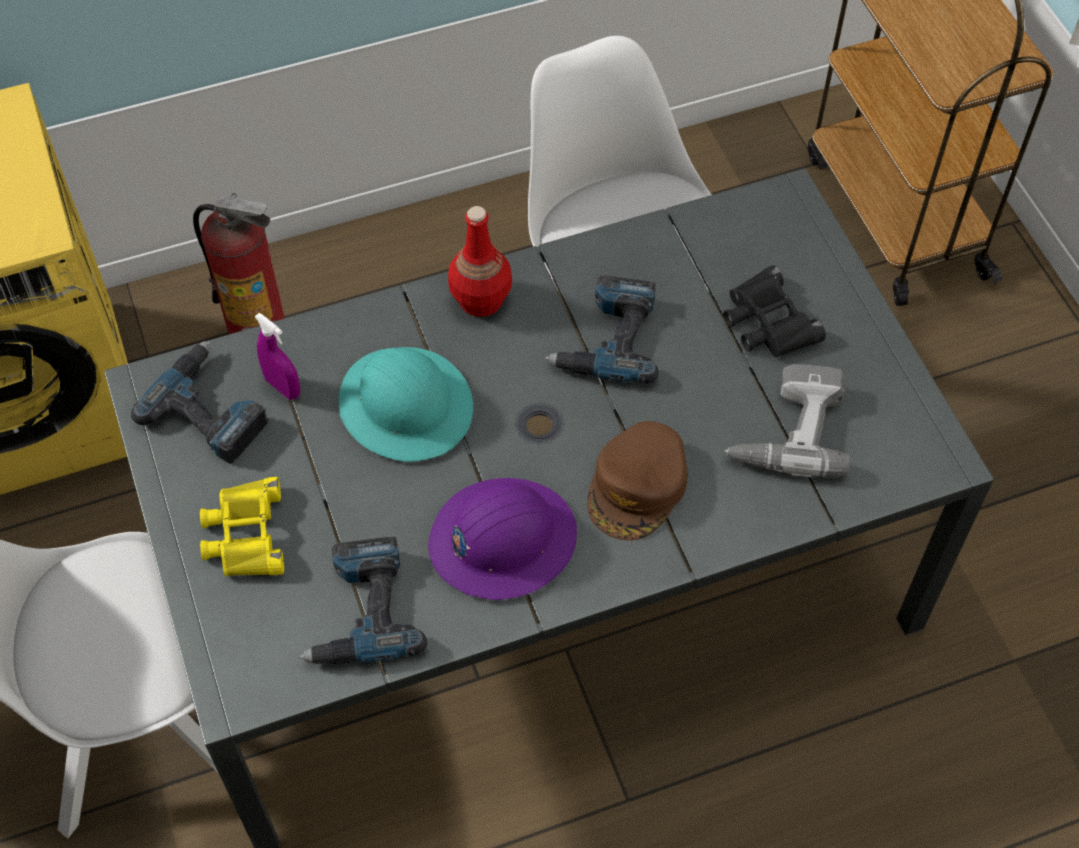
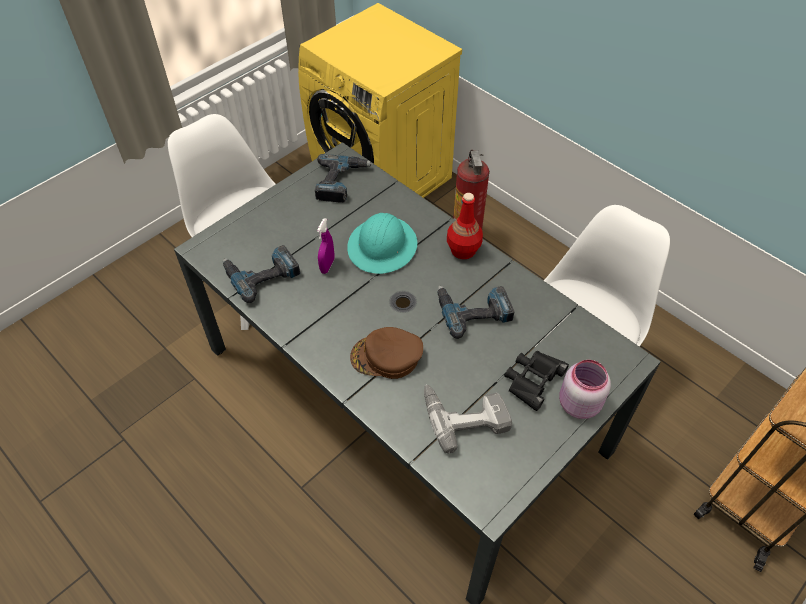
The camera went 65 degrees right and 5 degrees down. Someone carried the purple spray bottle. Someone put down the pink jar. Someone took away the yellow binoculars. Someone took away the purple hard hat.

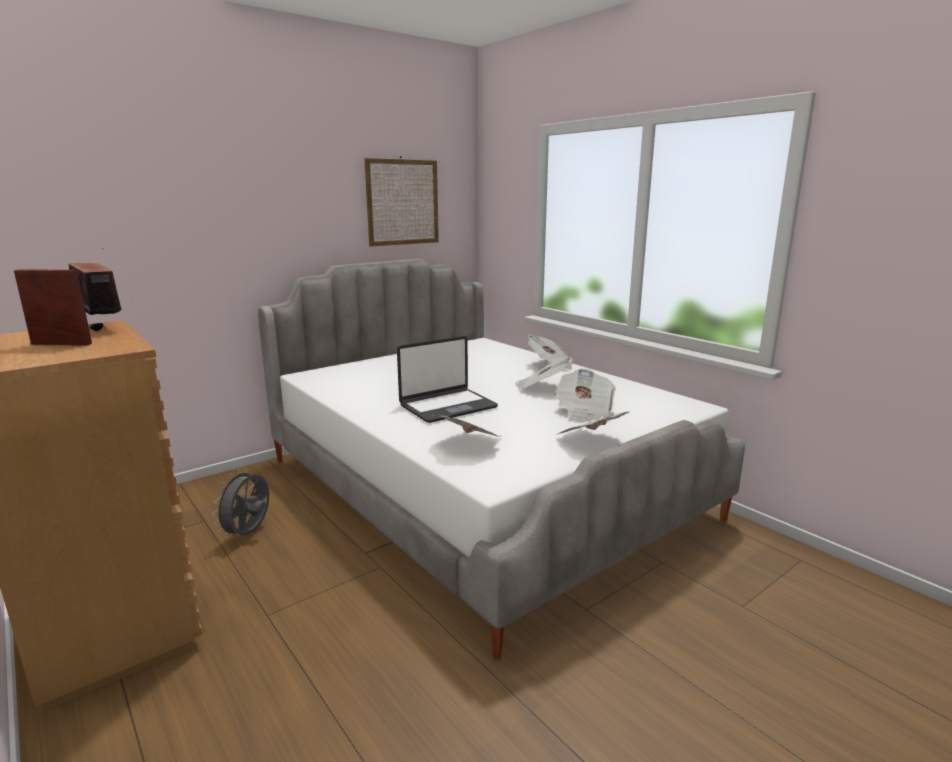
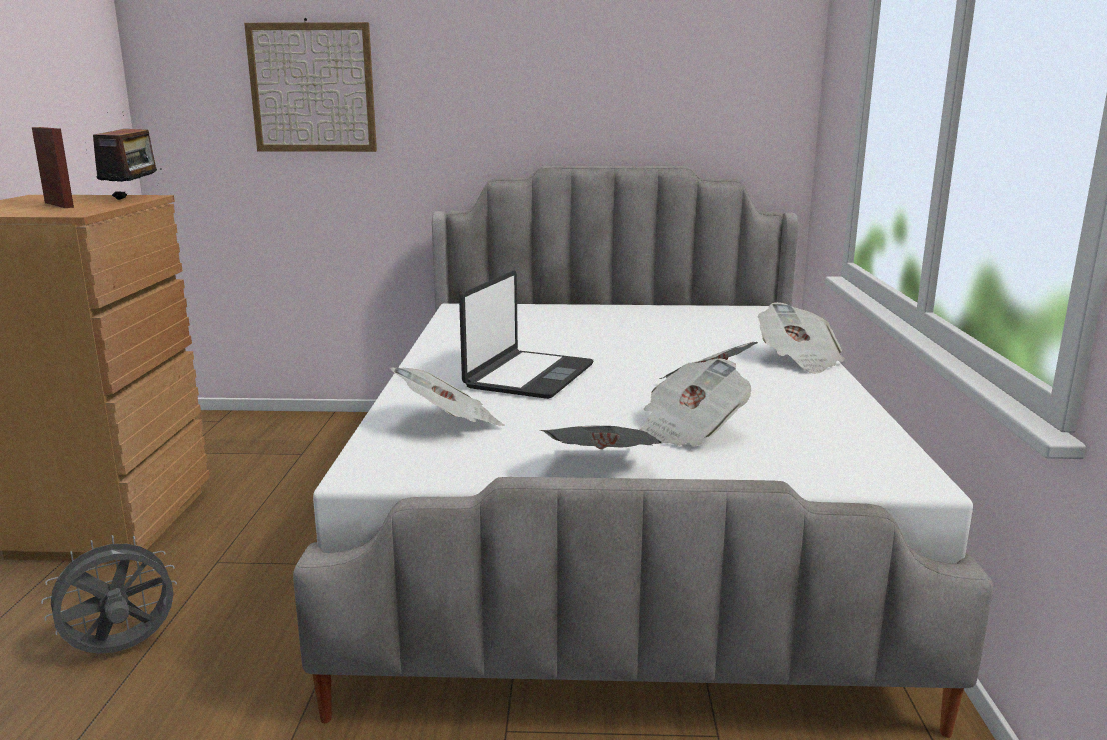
The camera went 40 degrees right and 0 degrees up. Someone carried the grey fan. Someone carried the picture. Someone rotated the laptop by 75 degrees counterclockwise.

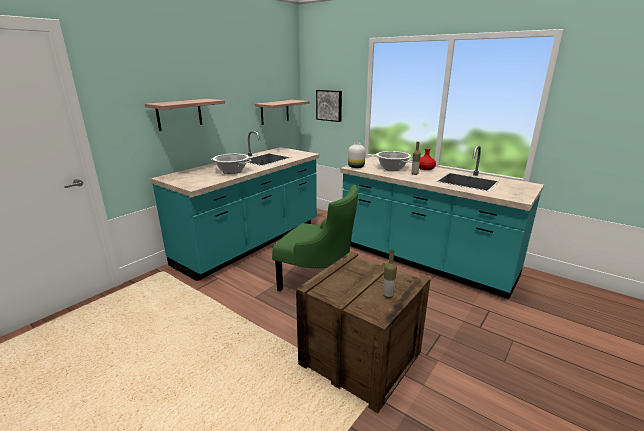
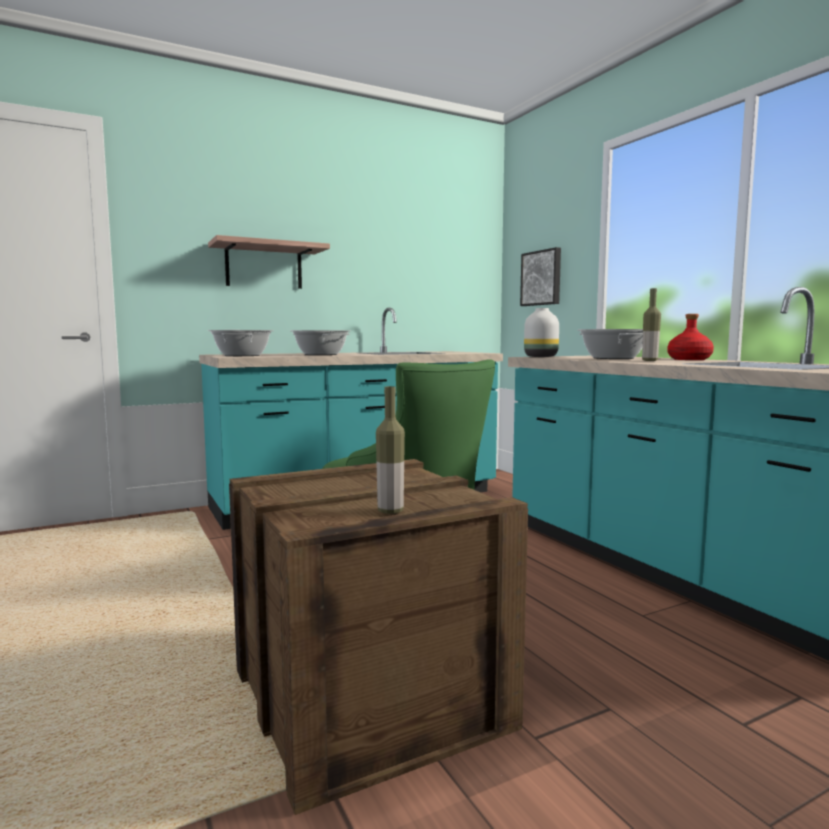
The camera went 25 degrees right and 15 degrees down. Someone put down the cooking pot (1st from left). Someone took away the shelf (2nd from left).

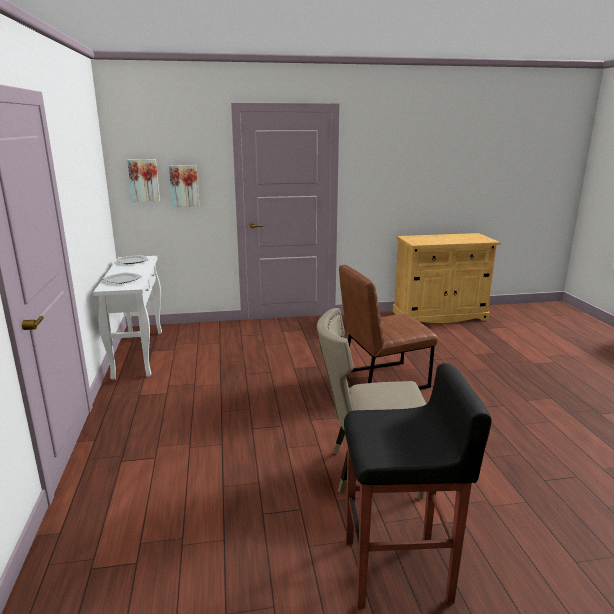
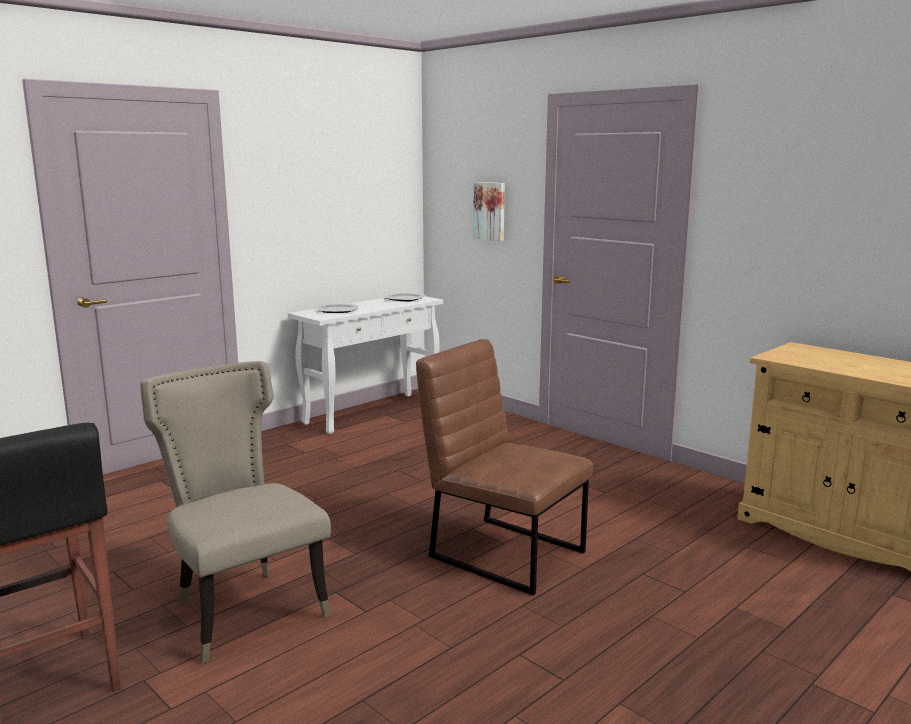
The camera went 55 degrees right and 5 degrees down. Someone took away the picture (1st from left).

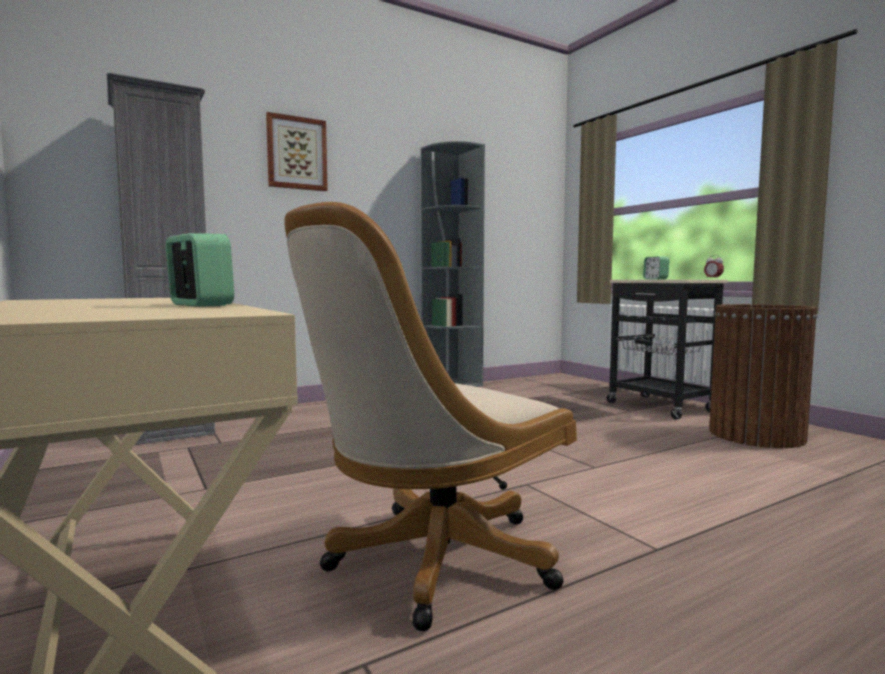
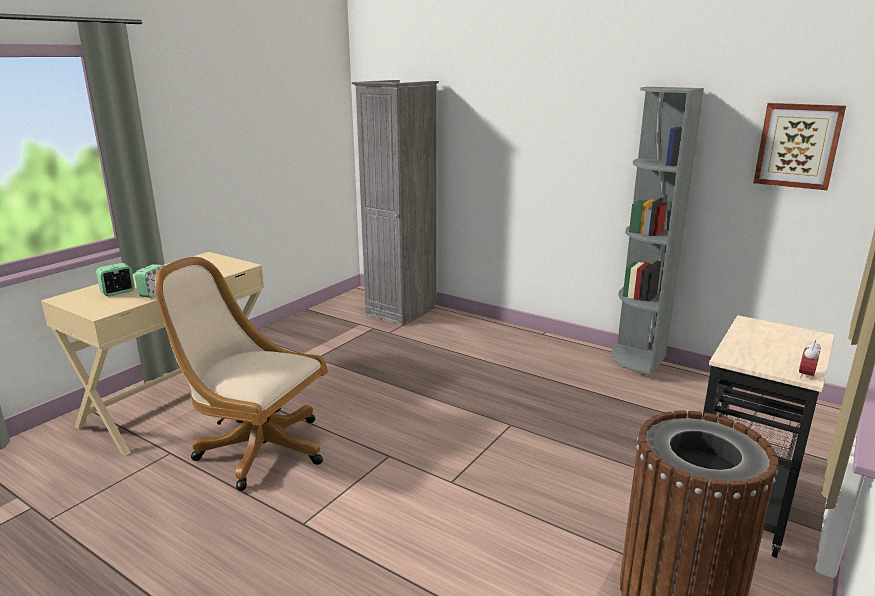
The camera went 65 degrees right and 15 degrees up. Someone carried the alarm clock (2nd from left in the first image). Someone carried the picture.

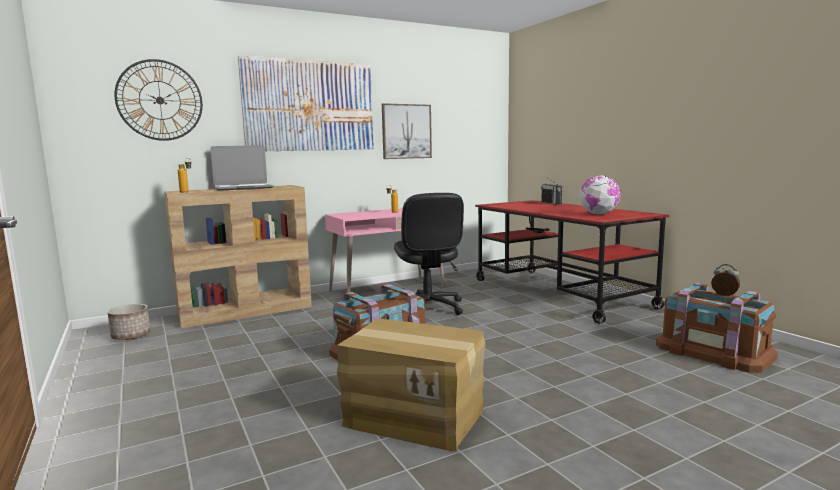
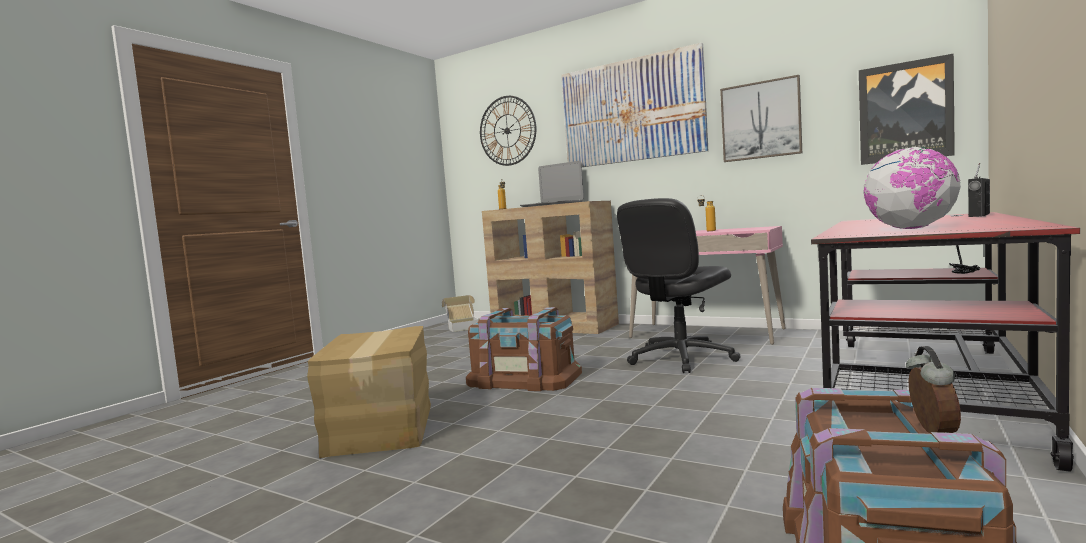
The camera went 60 degrees right and 5 degrees down. Someone swapped the planter for the cardboard box (2nd from left). Someone put up the picture (3rd from left).

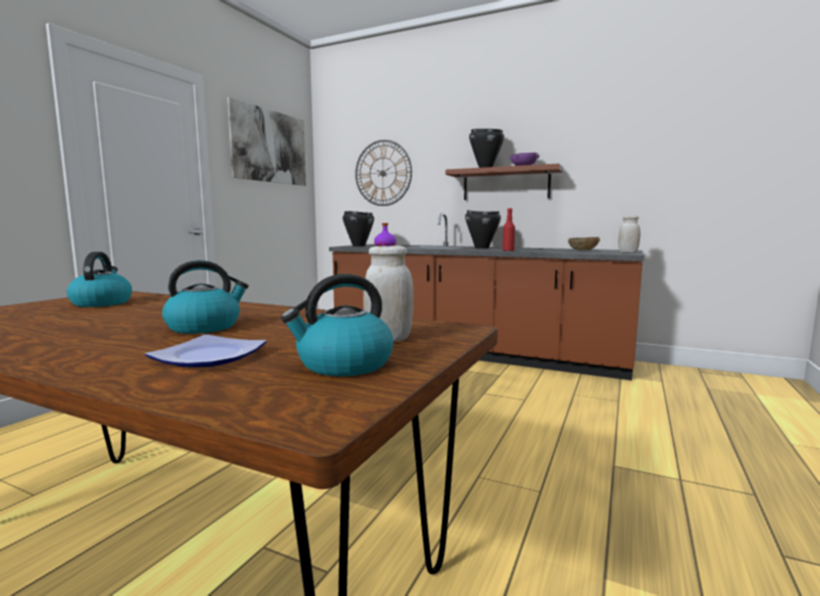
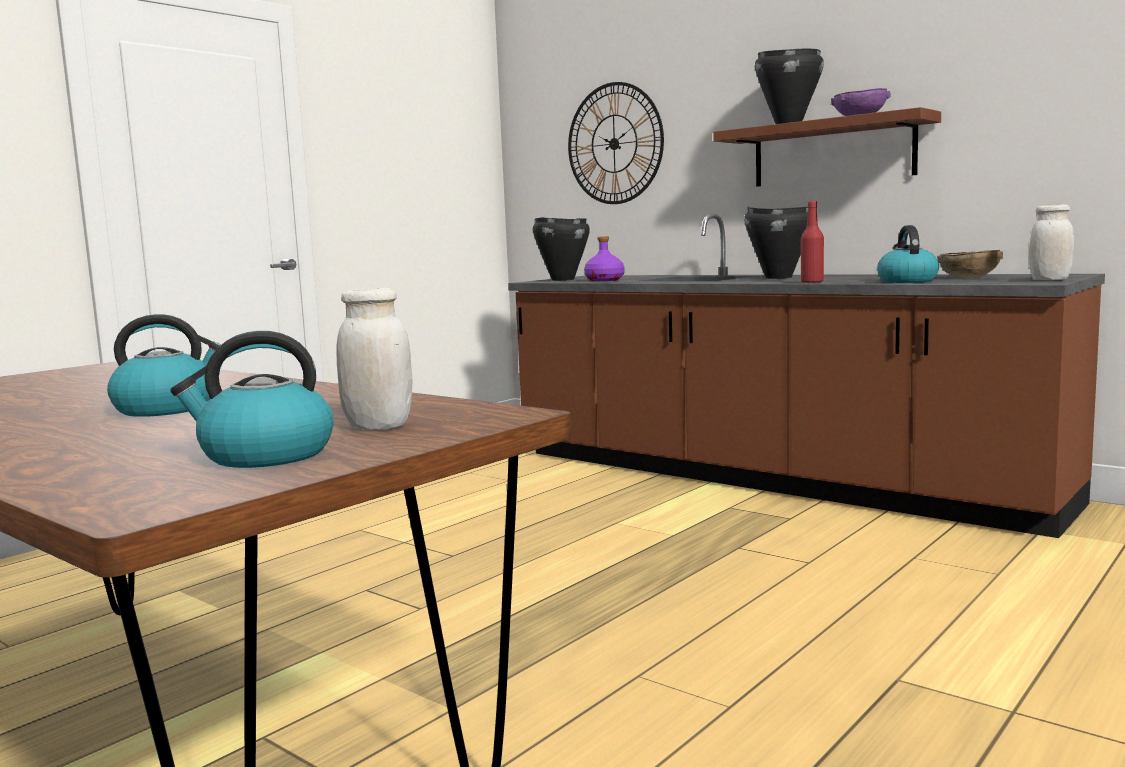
The camera went 15 degrees right and 0 degrees up. Someone carried the kettle (1st from left in the first image). Someone took away the plate. Someone took away the picture.

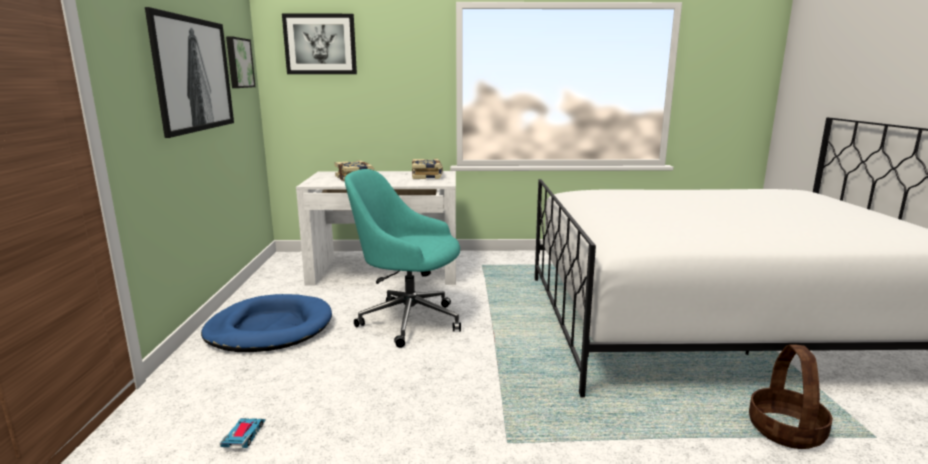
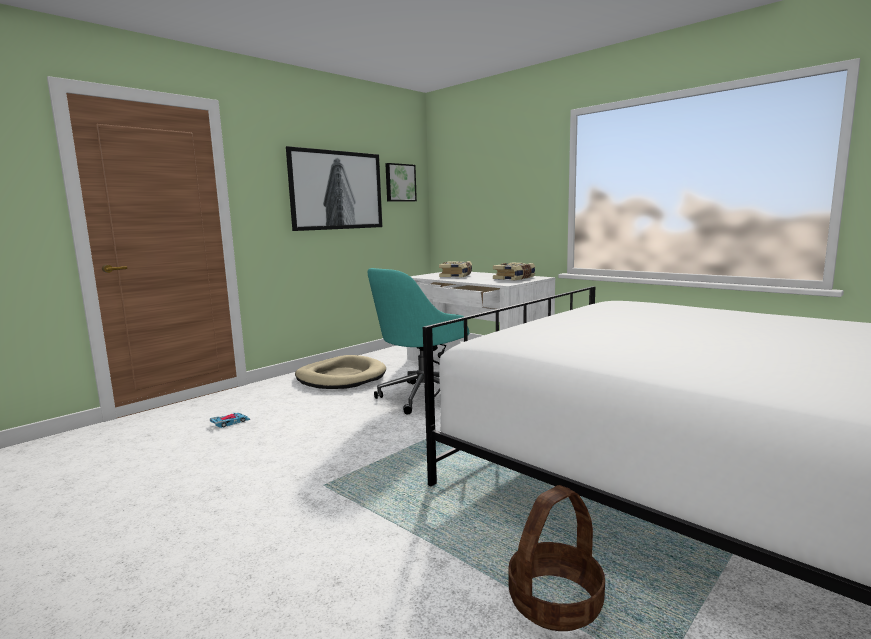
The camera went 45 degrees right and 5 degrees down. Someone repainted the blue dog bed, which became the beige dog bed. Someone rotated the turquoise office chair by 105 degrees counterclockwise. Someone took away the picture (3rd from left).

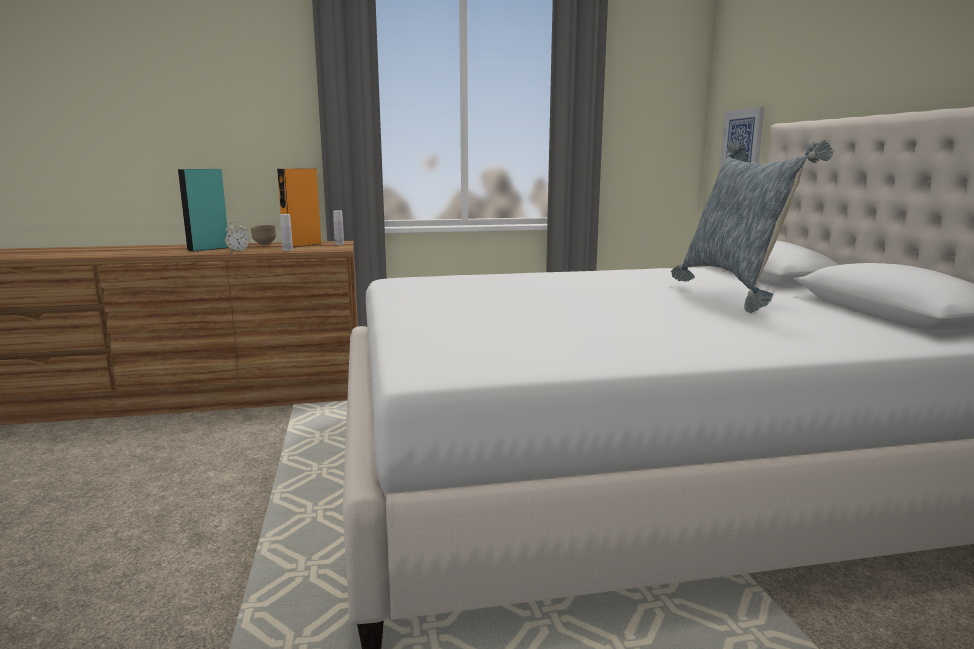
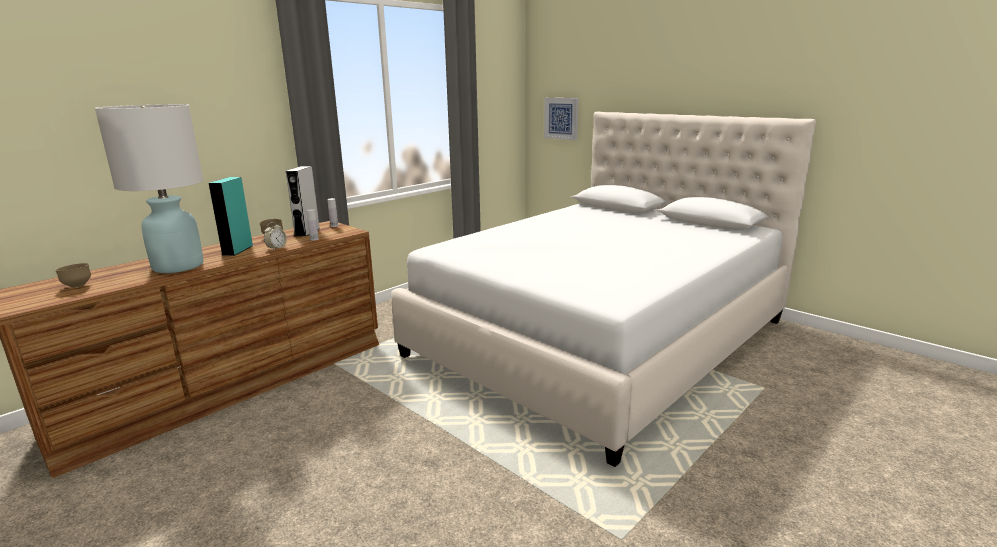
The camera went 35 degrees left and 5 degrees up. Someone put down the brown bowl (1st from left). Someone put down the white table lamp. Someone repainted the orange speaker, which became the grey speaker. Someone took away the pillow.

